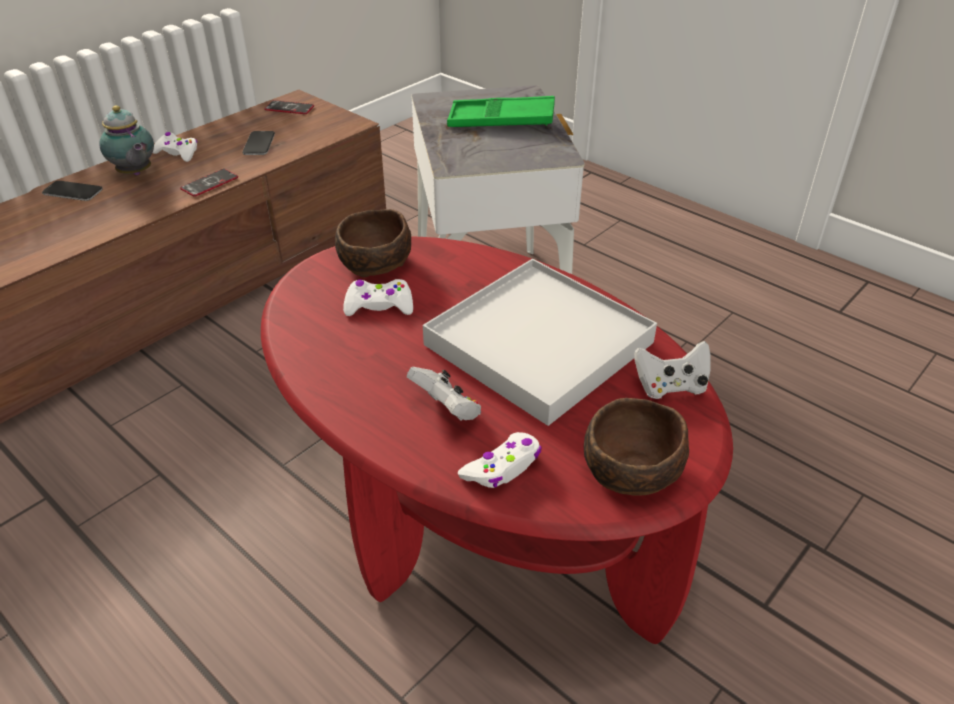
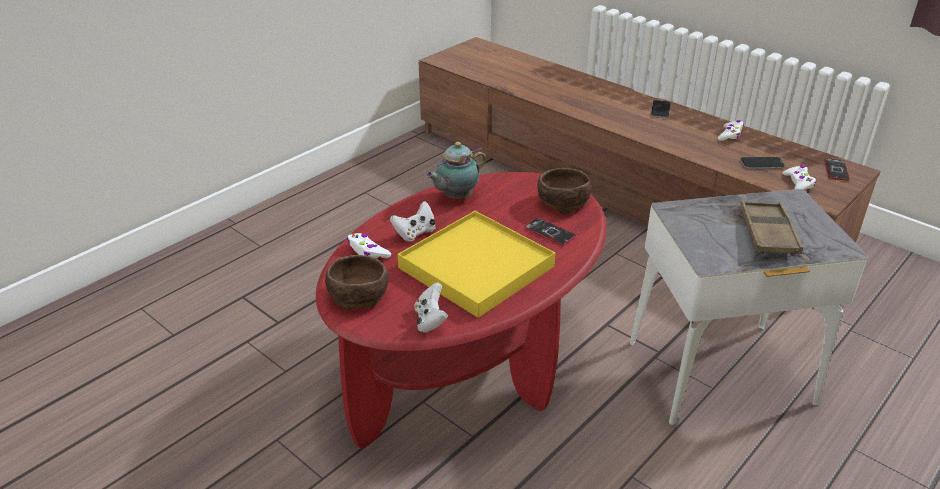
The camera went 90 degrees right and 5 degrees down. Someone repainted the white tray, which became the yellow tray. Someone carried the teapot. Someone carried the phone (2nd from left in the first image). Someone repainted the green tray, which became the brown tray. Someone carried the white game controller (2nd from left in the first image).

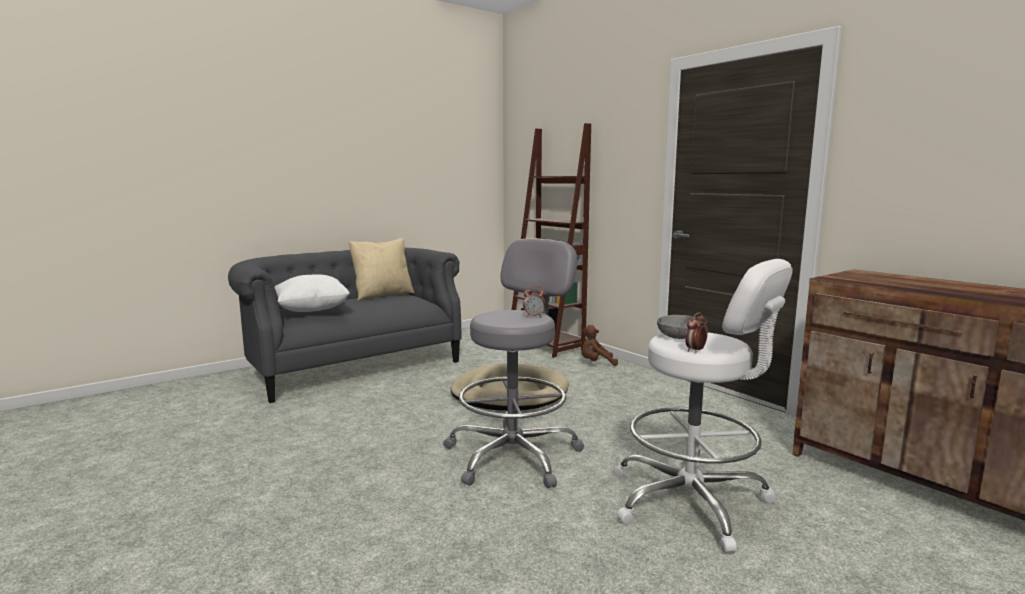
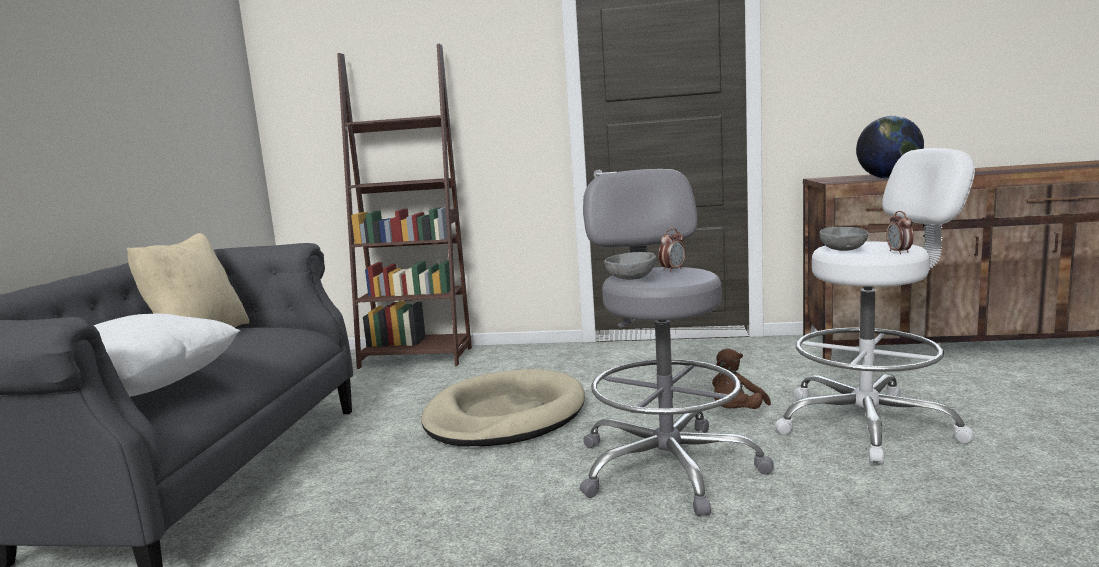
The camera went 45 degrees left and 0 degrees up. Someone put down the grey bowl (1st from left). Someone carried the brown plush toy. Someone put down the globe.

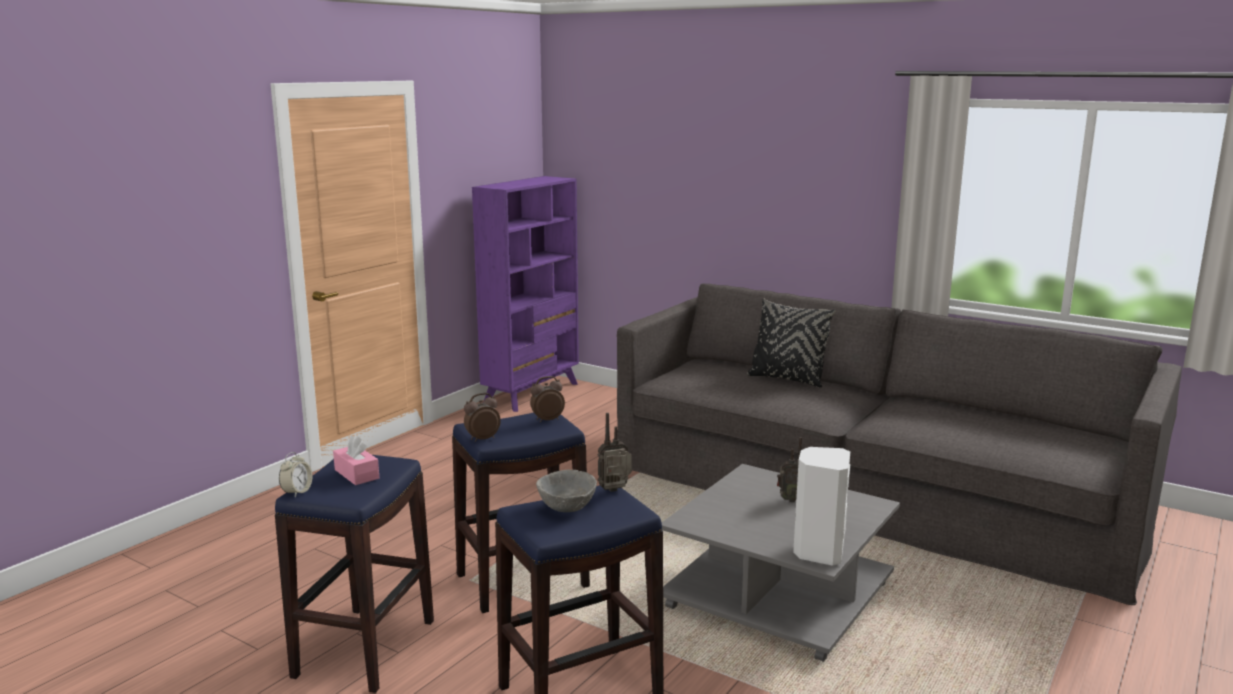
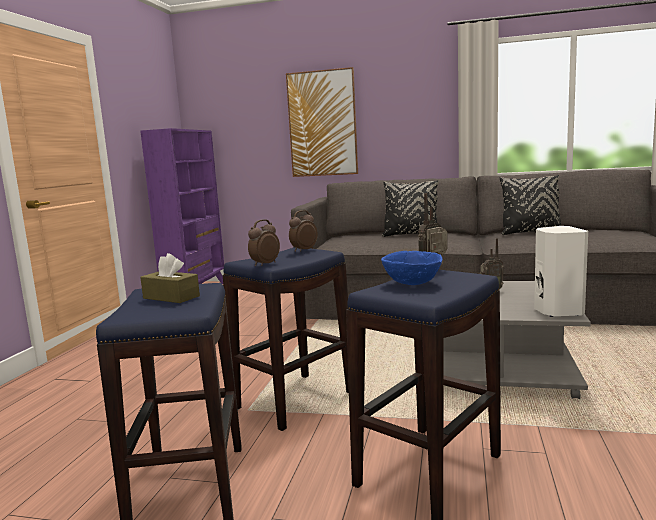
The camera went 20 degrees left and 5 degrees down. Someone repainted the pink tissue box, which became the brown tissue box. Someone put up the picture. Someone repainted the grey bowl, which became the blue bowl. Someone put down the black pillow (2nd from left). Someone took away the alarm clock (1st from left).

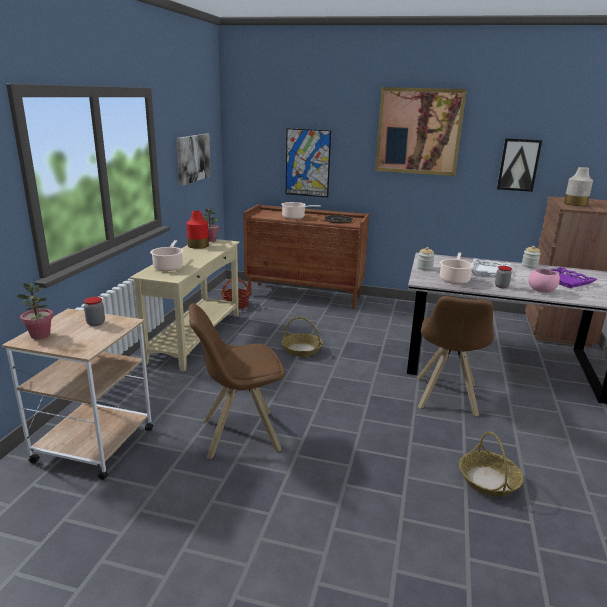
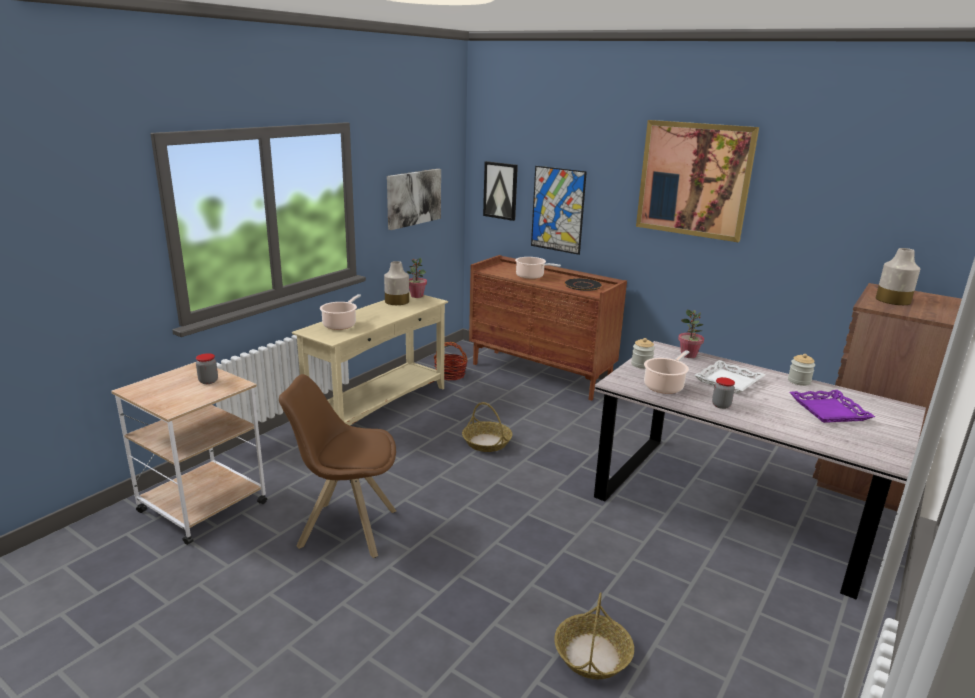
The camera went 20 degrees right and 0 degrees up. Someone repainted the red vase, which became the beige vase (1st from left). Someone carried the picture (4th from left in the first image). Someone carried the potted plant (1st from left in the first image). Someone took away the brown chair (2nd from left). Someone took away the pink bowl.

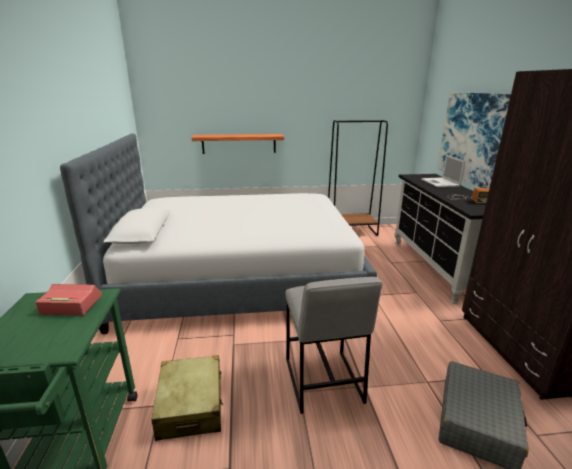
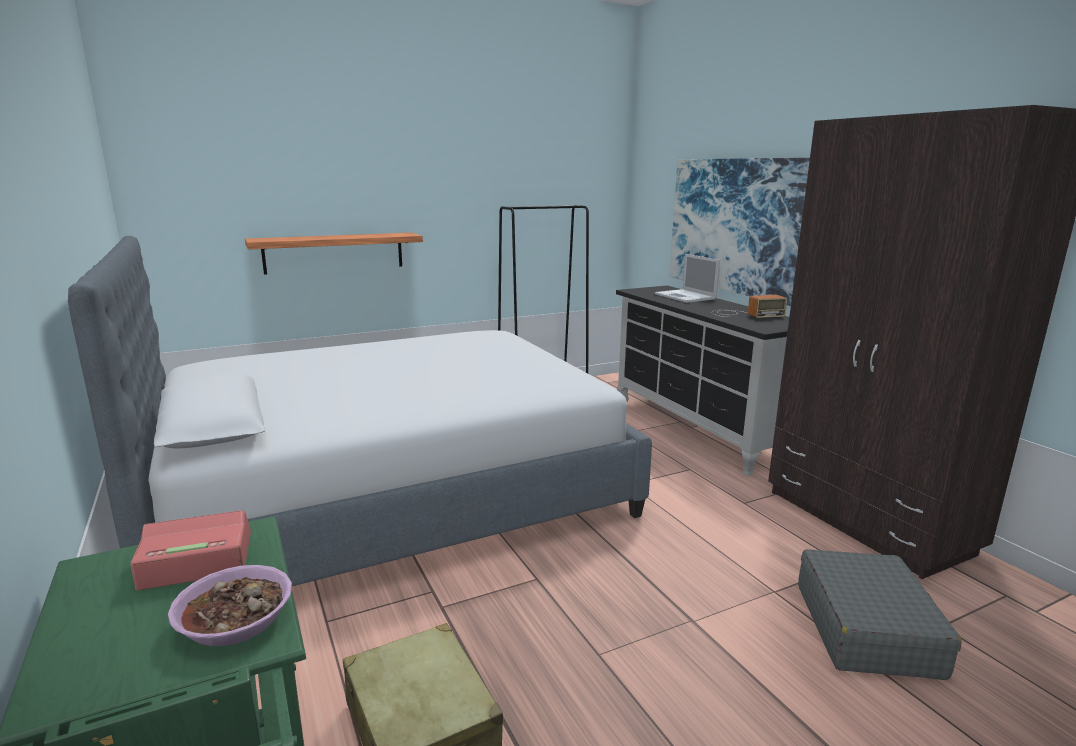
The camera went 20 degrees left and 5 degrees down. Someone put down the bowl. Someone took away the grey chair.

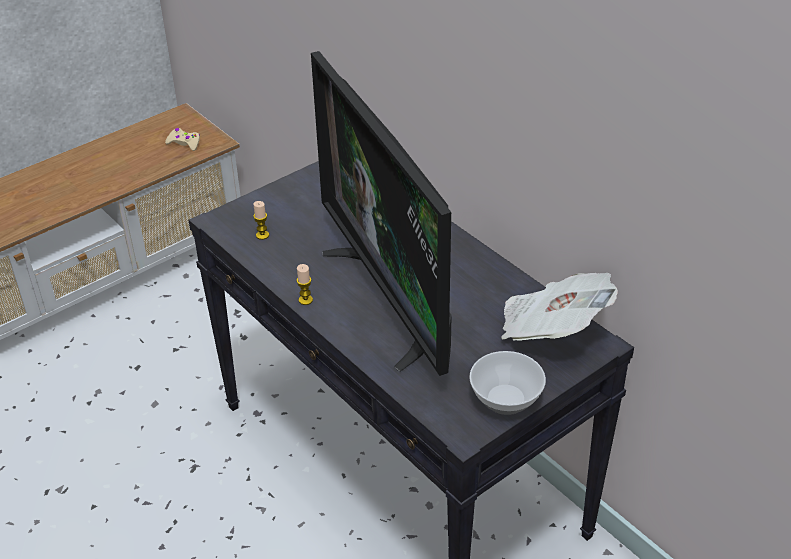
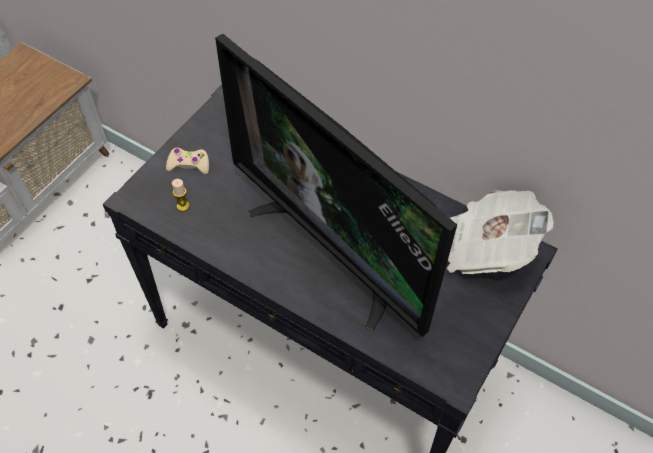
The camera went 20 degrees left and 15 degrees up. Someone carried the beige game controller. Someone took away the candle (2nd from left). Someone took away the bowl.

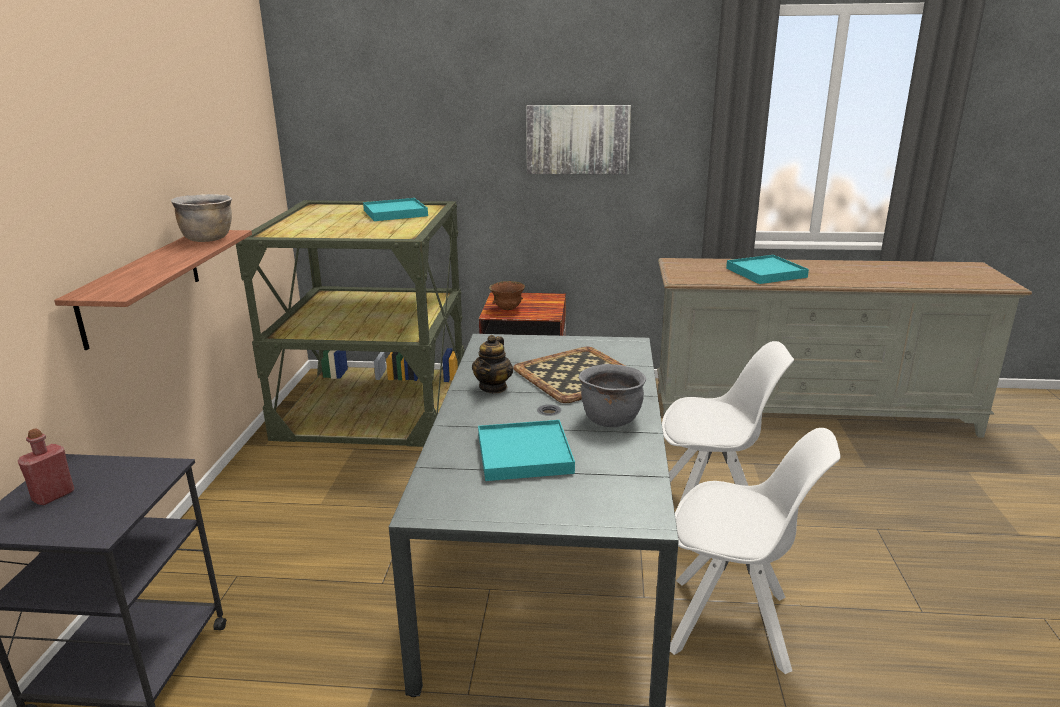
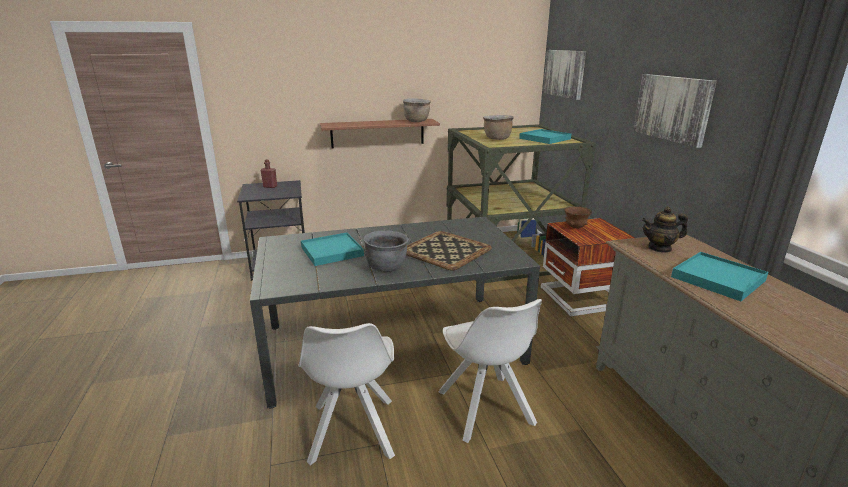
The camera went 70 degrees right and 0 degrees up. Someone put down the brown cooking pot (2nd from left). Someone put up the picture (1st from left). Someone carried the teapot.

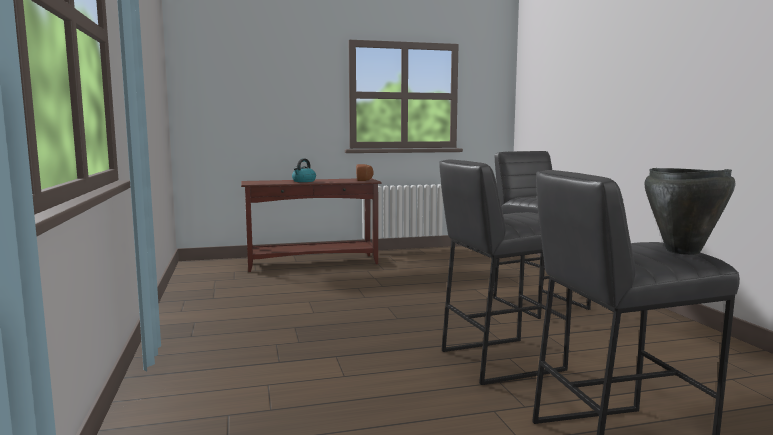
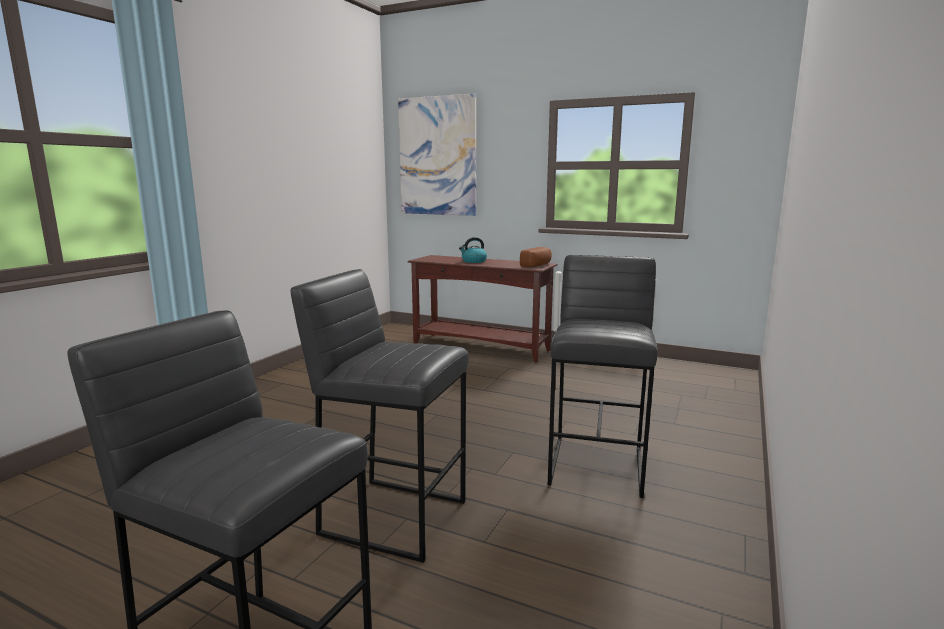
The camera went 40 degrees right and 5 degrees up. Someone put up the picture. Someone took away the black cooking pot.

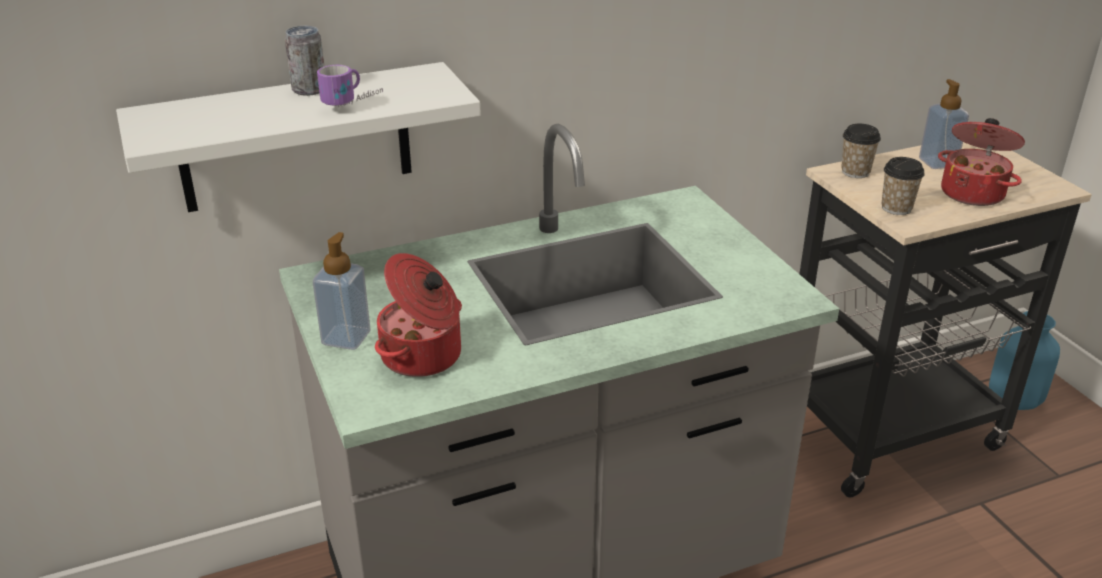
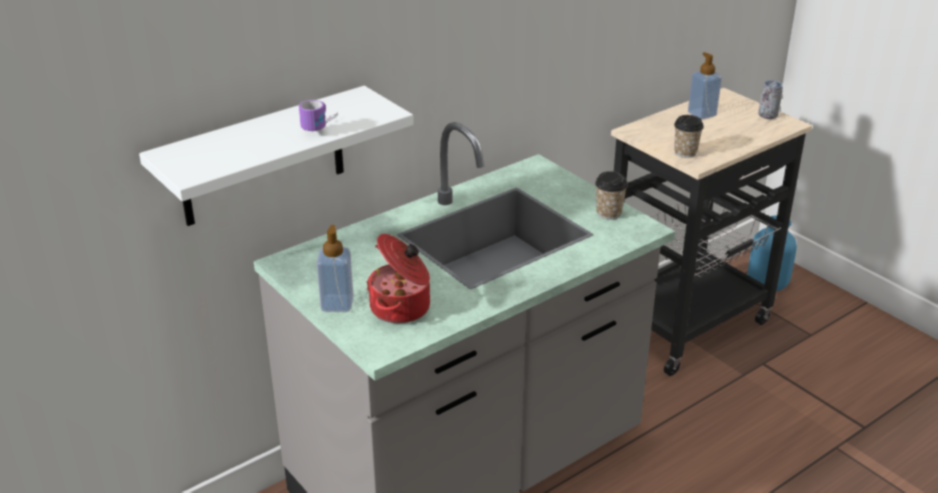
The camera went 15 degrees left and 0 degrees up. Someone carried the cup (1st from left). Someone carried the can. Someone took away the cooking pot (2nd from left).

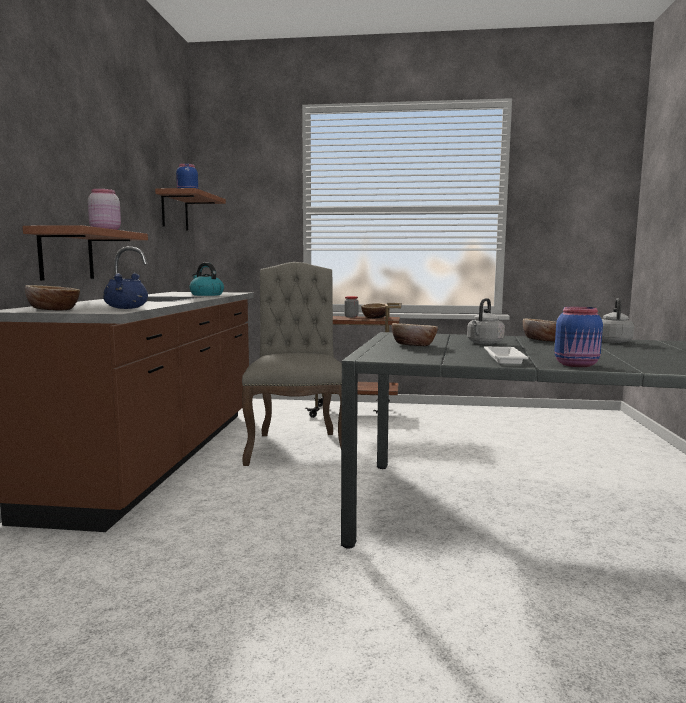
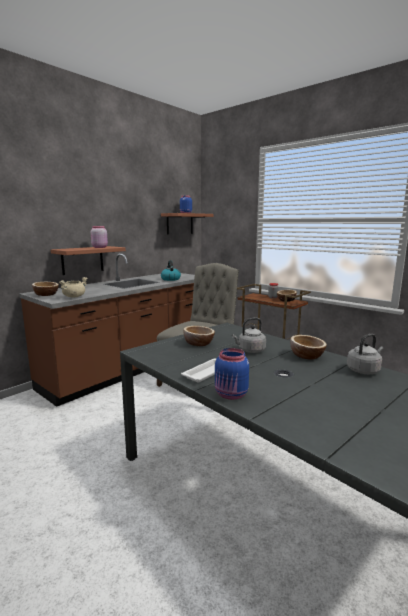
The camera went 35 degrees right and 5 degrees up. Someone repainted the blue cooking pot, which became the beige cooking pot.

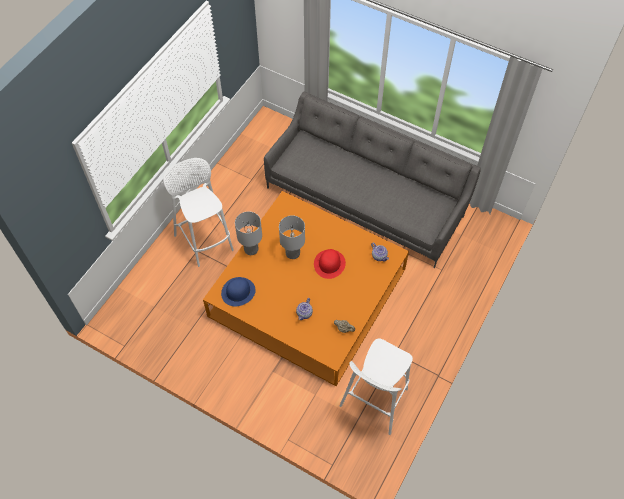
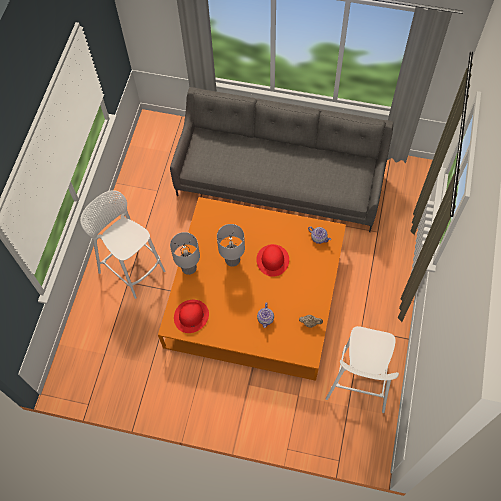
The camera went 15 degrees left and 5 degrees up. Someone repainted the blue hat, which became the red hat (1st from left).

